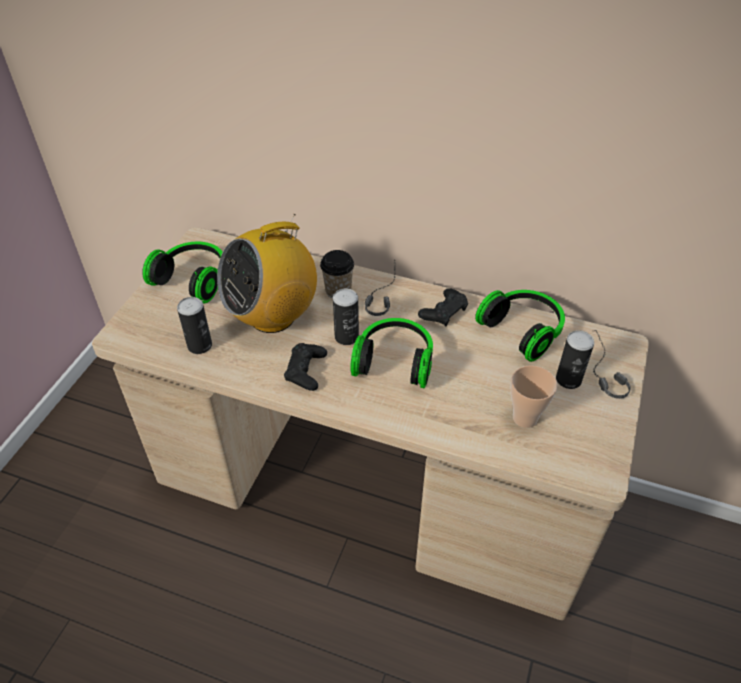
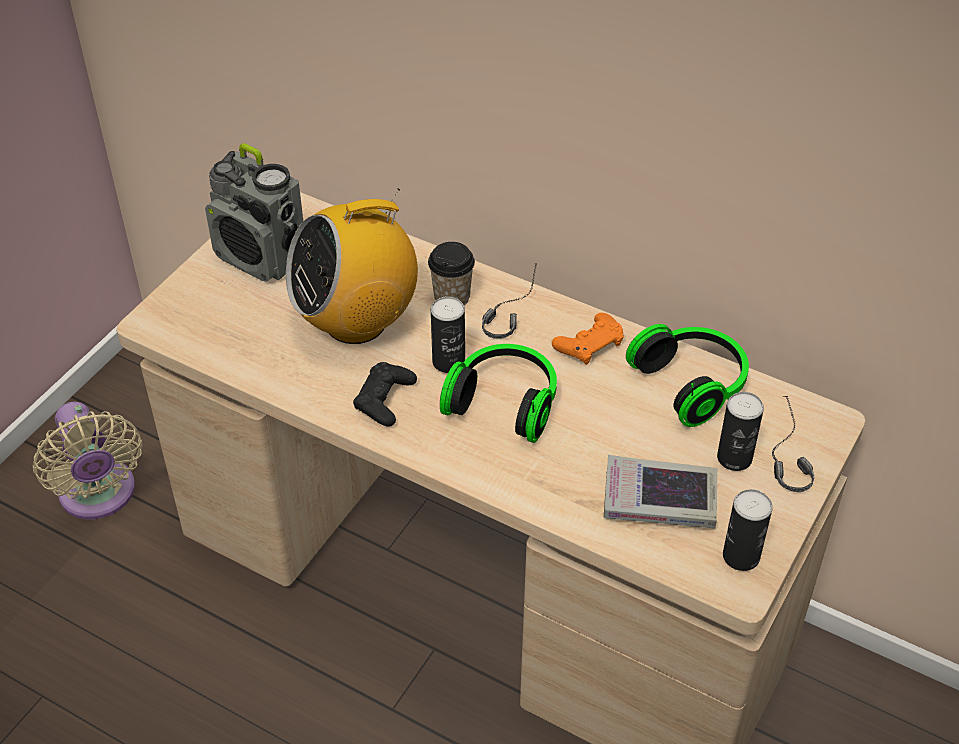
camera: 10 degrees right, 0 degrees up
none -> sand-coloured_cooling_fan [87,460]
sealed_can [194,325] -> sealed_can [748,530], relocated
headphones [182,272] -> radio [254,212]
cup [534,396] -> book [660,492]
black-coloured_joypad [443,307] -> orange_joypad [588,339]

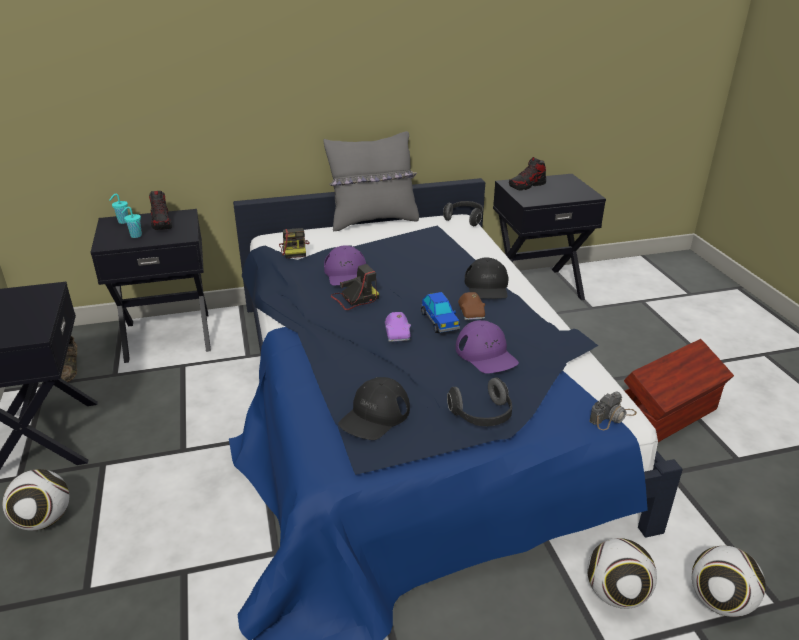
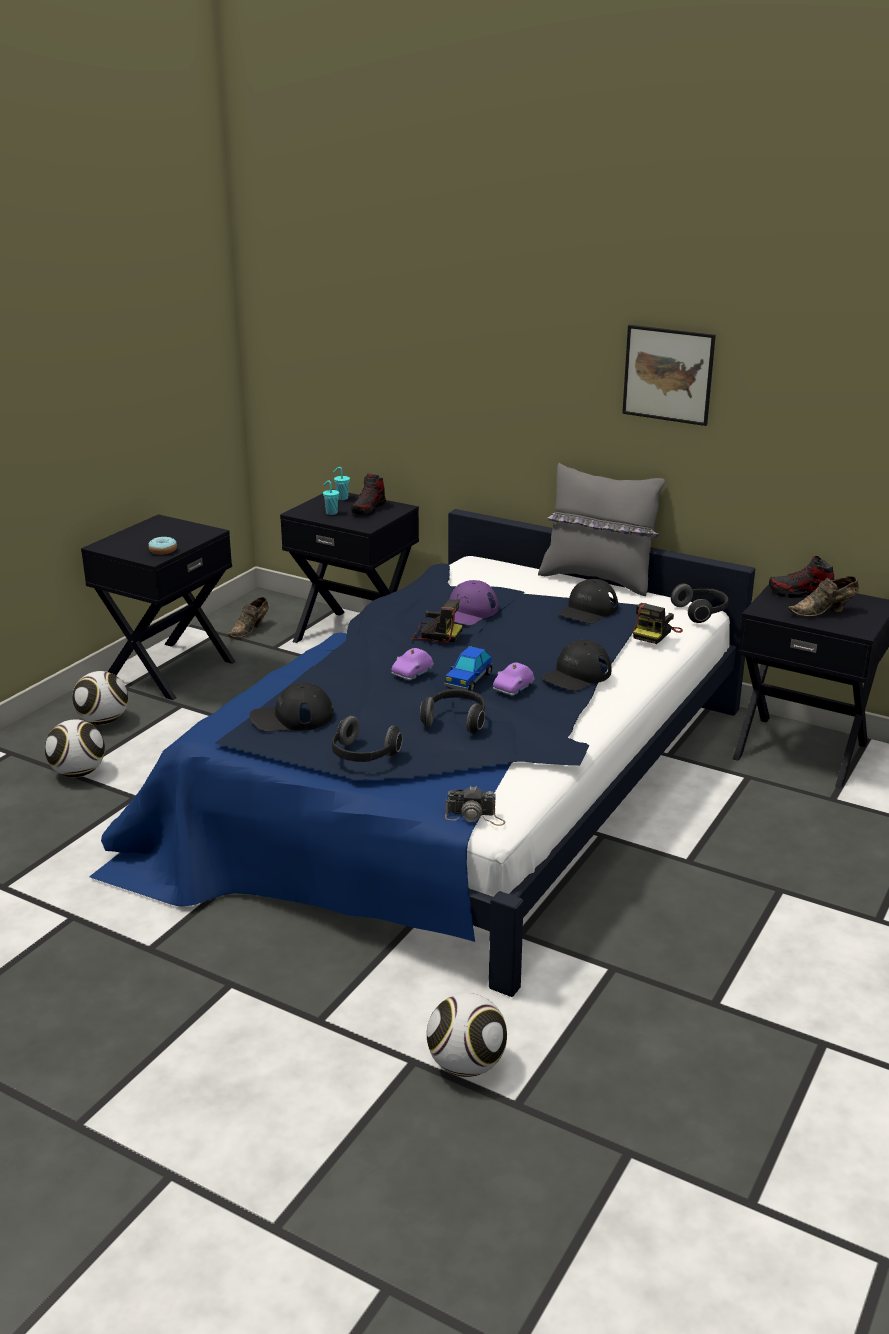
camera: 45 degrees right, 5 degrees down
brown-coloured_storage_bin [679,390] -> none
none -> donut [162,546]
none -> black-coloured_baseball_cap [588,601]
none -> picture [669,375]
none -> brown-coloured_low_shoe [823,596]
photo_camera [294,243] -> photo_camera [658,623], relocated
ball_for_football [622,573] -> ball_for_football [75,748], relocated
purplish_baseball_cap [487,347] -> headphones [452,711]
brown-coloured_toy_car [471,306] -> purplish_toy_car [514,679]

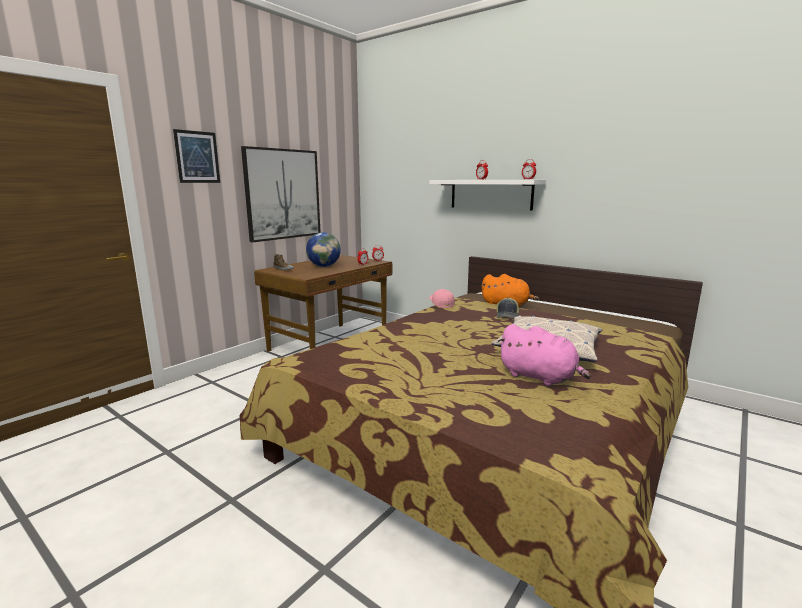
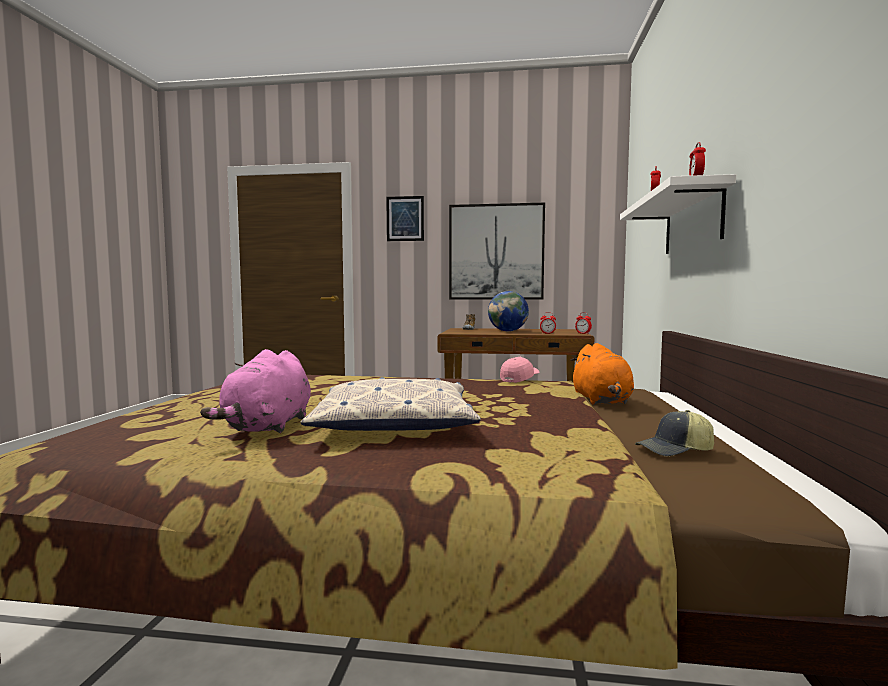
camera: 60 degrees right, 10 degrees down
baseball_cap [507,307] -> baseball_cap [674,433], relocated

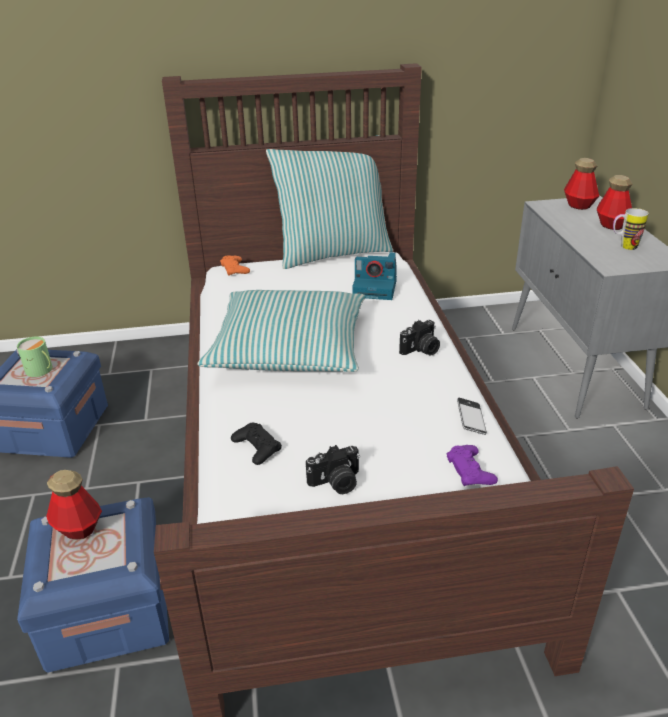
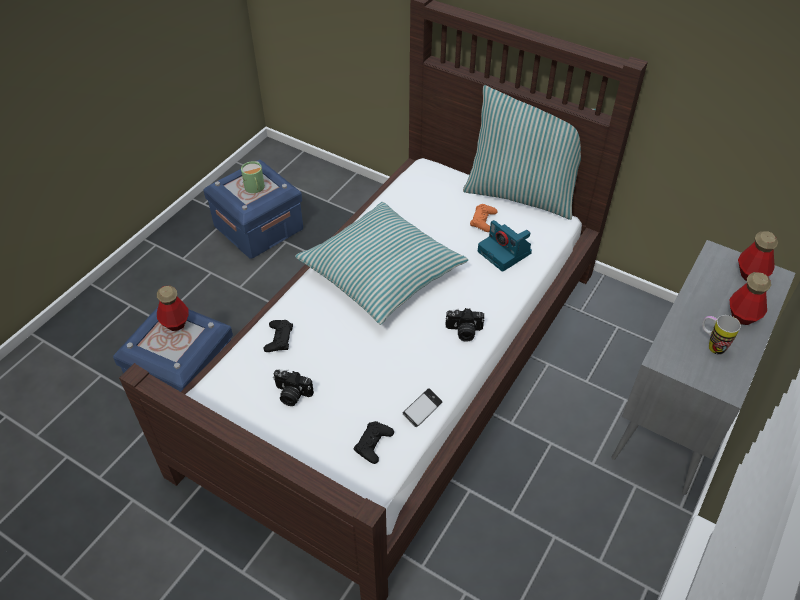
camera: 40 degrees right, 15 degrees up
orange_joypad [235,265] -> orange_joypad [484,218], relocated
purplish_joypad [472,465] -> black-coloured_joypad [374,442]

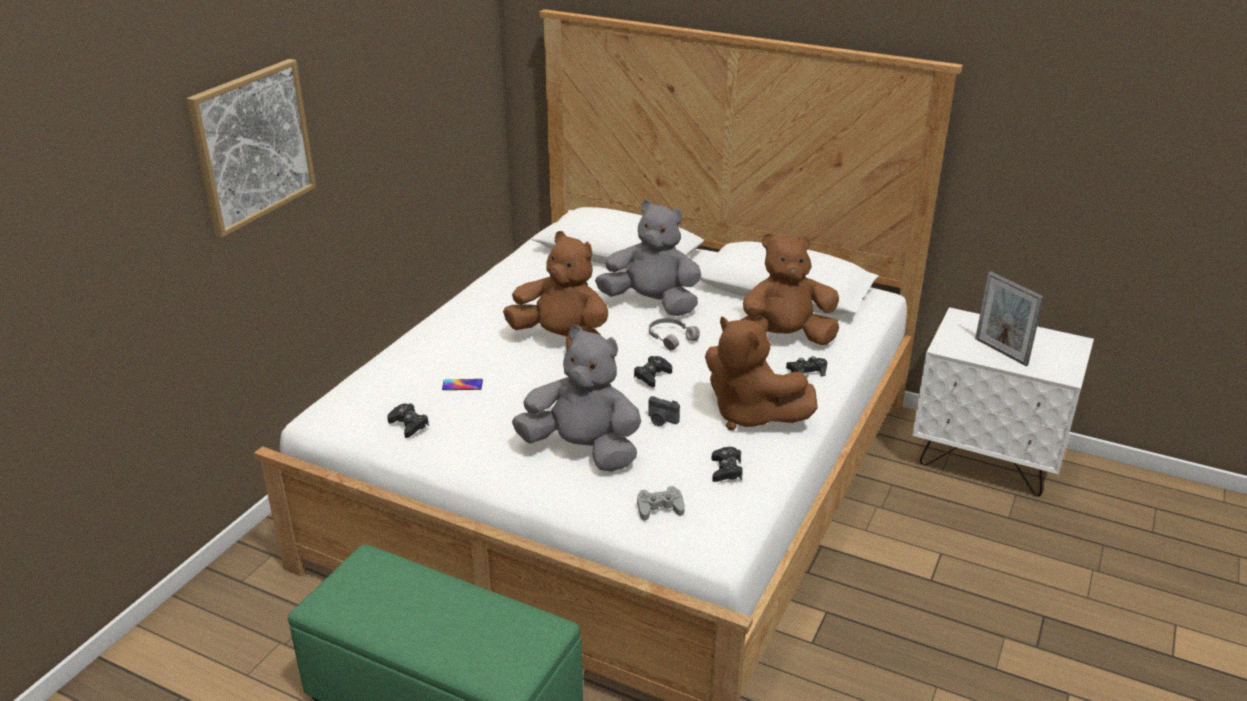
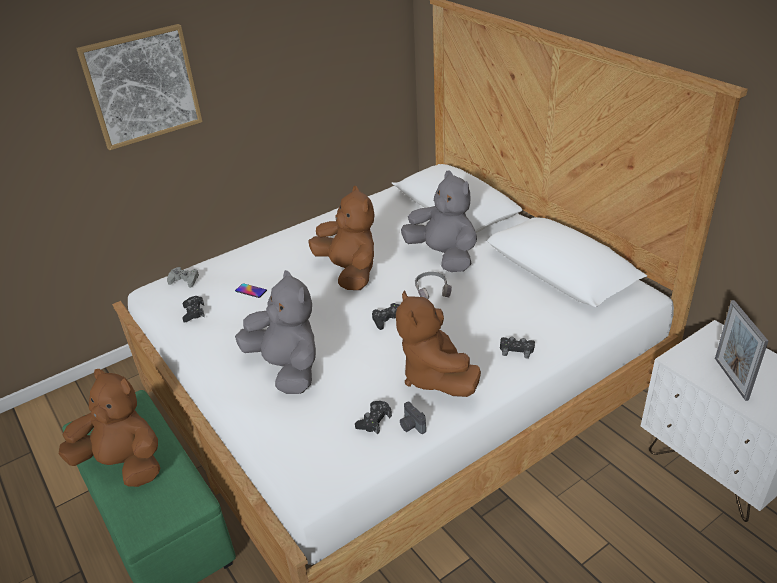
camera: 30 degrees right, 5 degrees up
grey_joypad [661,503] -> grey_joypad [183,277], relocated
photo_camera [664,411] -> photo_camera [413,418], relocated
brown-coloured_plush_toy [790,289] -> brown-coloured_plush_toy [109,428], relocated

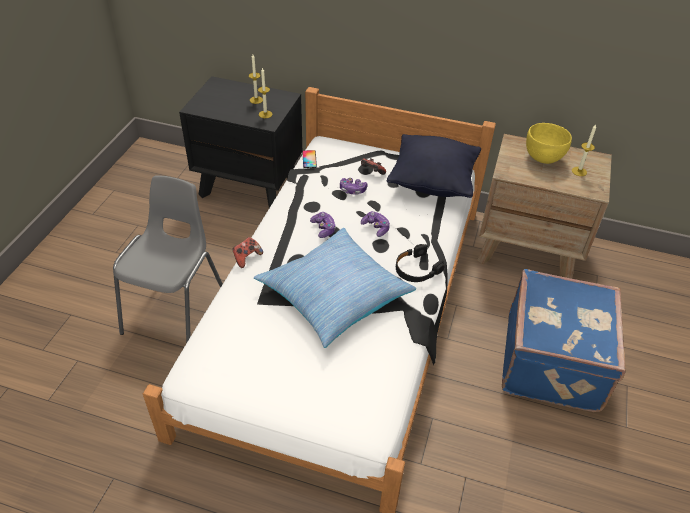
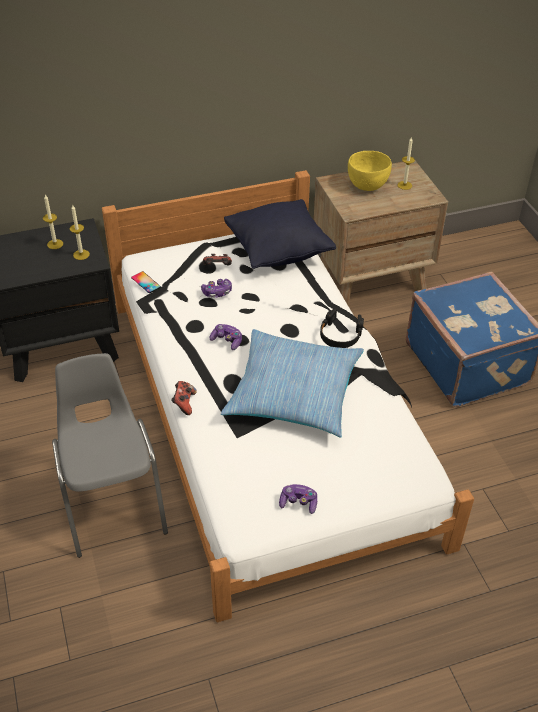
camera: 35 degrees left, 0 degrees up
joypad [375,224] -> joypad [298,499], relocated

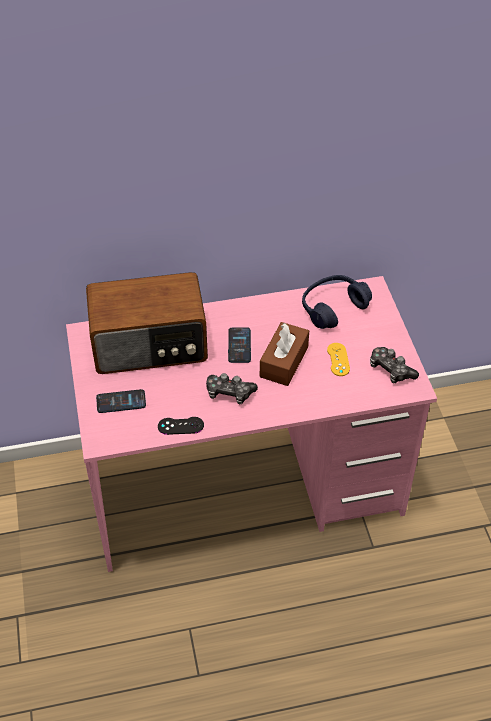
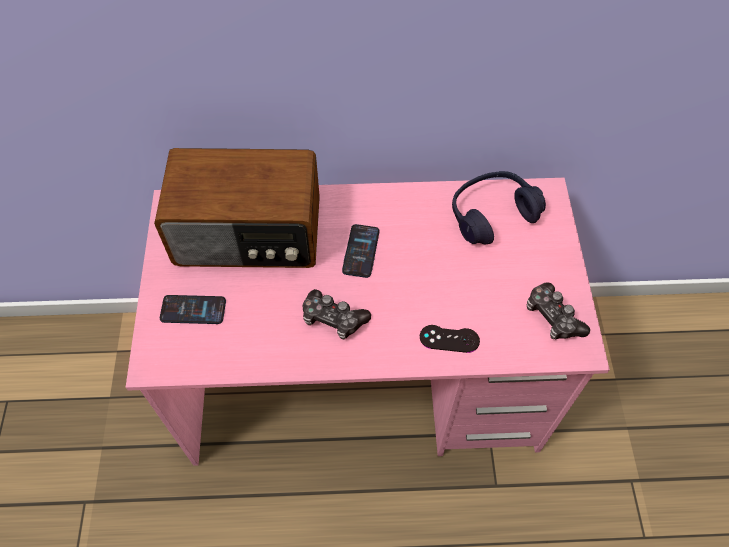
camera: 10 degrees right, 10 degrees up
brown-coloured_tissue_holder [284,354] -> none
yellowish_joypad [338,359] -> none
black-coloured_joypad [181,426] -> black-coloured_joypad [450,339], relocated

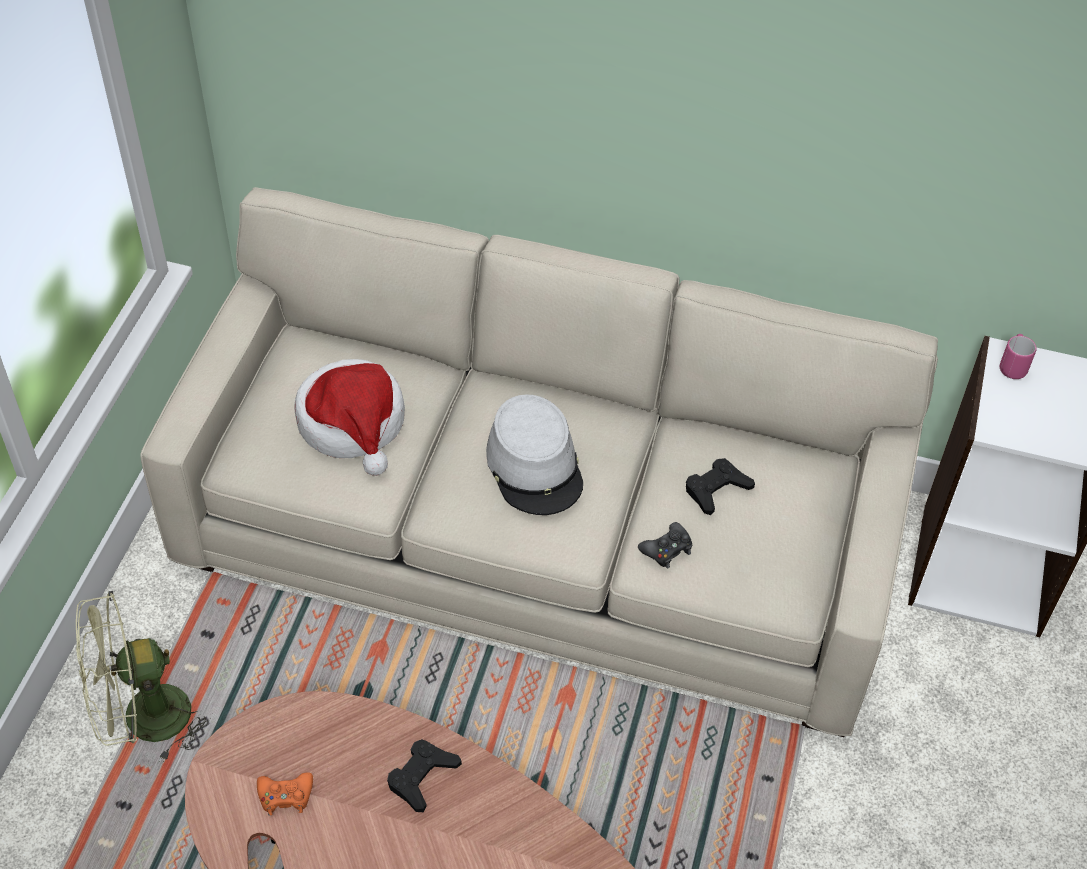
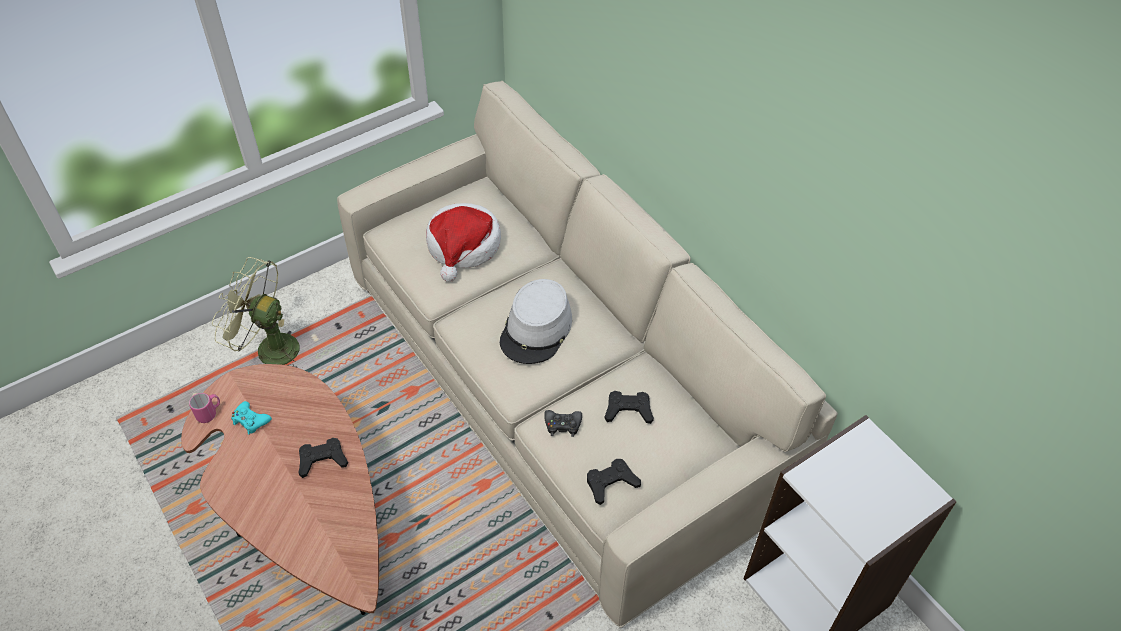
camera: 40 degrees right, 0 degrees up
none -> black-coloured_joypad [614,482]
pink_mug [1018,356] -> pink_mug [204,408], relocated
orange_joypad [285,794] -> turquoise-coloured_joypad [251,418]

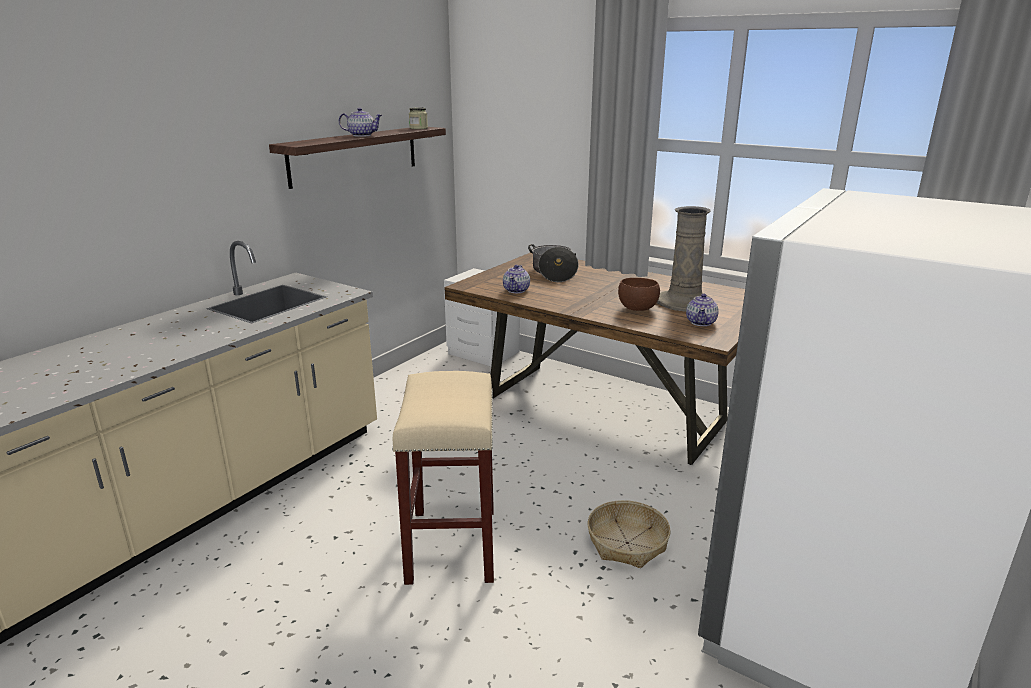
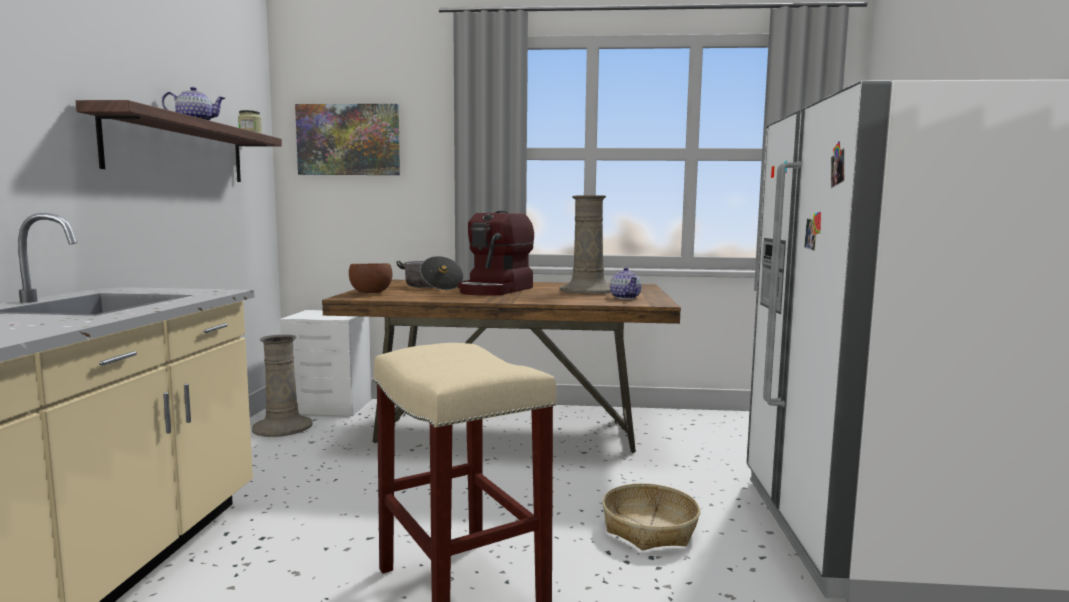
camera: 30 degrees left, 15 degrees down
pot_for_tea [516,279] -> none
none -> sand-coloured_decorative_vase [282,385]
none -> picture [347,139]
none -> coffee_maker [496,253]
brown-coloured_serving_bowl [639,294] -> brown-coloured_serving_bowl [371,278], relocated

